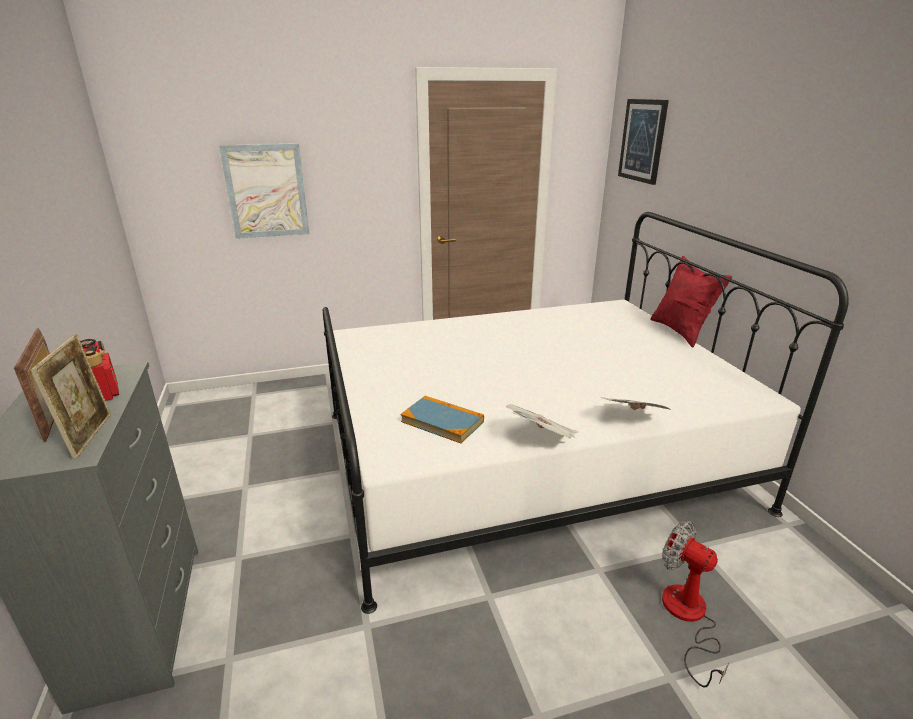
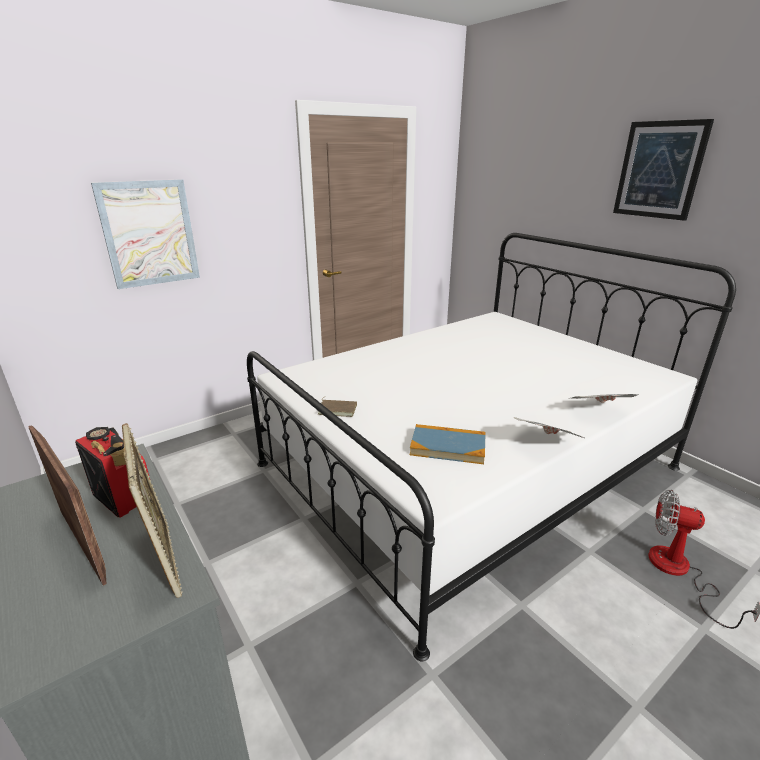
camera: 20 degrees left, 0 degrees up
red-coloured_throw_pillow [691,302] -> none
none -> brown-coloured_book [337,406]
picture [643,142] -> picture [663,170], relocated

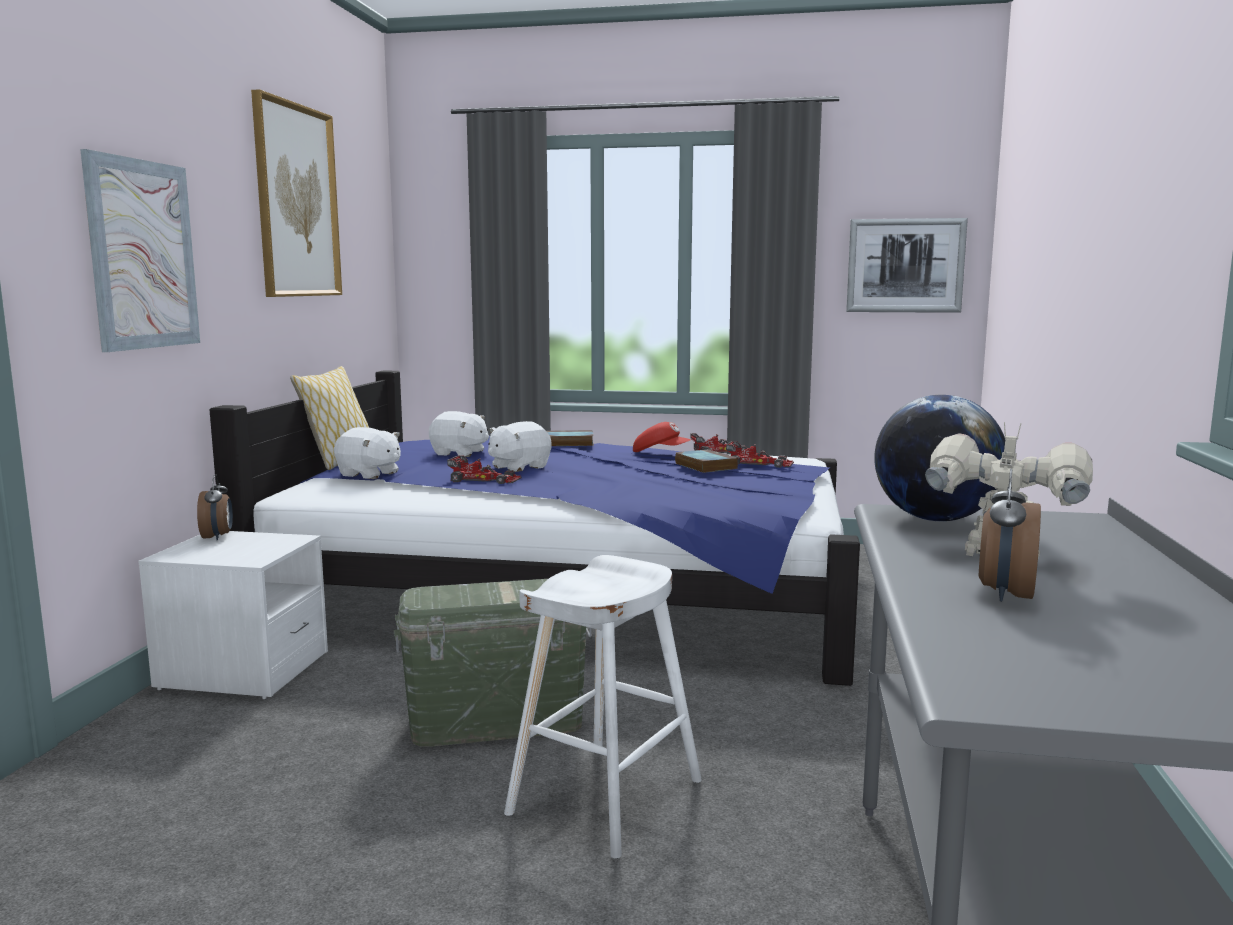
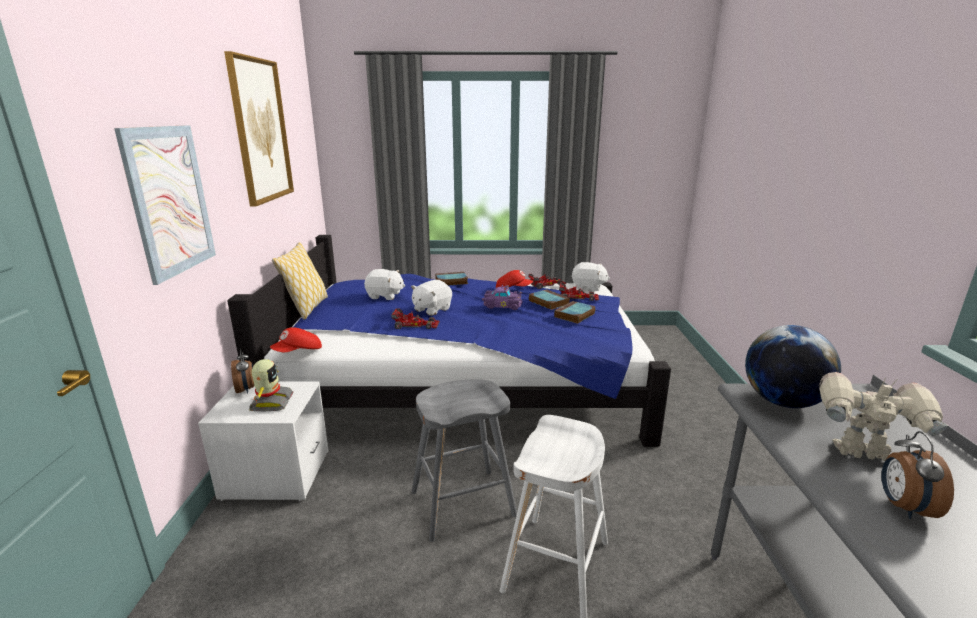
camera: 10 degrees left, 10 degrees up
picture [907,265] -> none
none -> model_robot [271,385]
none -> red-coloured_baseball_cap [296,339]
none -> purplish_toy_car [502,297]
none -> book [575,312]
white_plush_toy [367,453] -> white_plush_toy [590,276], relocated
green_storage_bin [493,663] -> grey_stool [464,460]

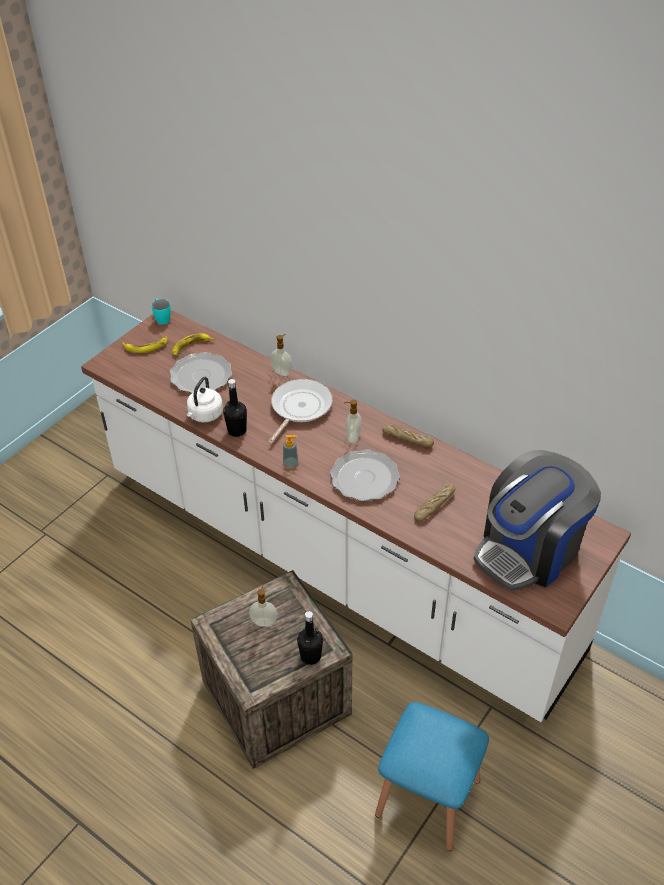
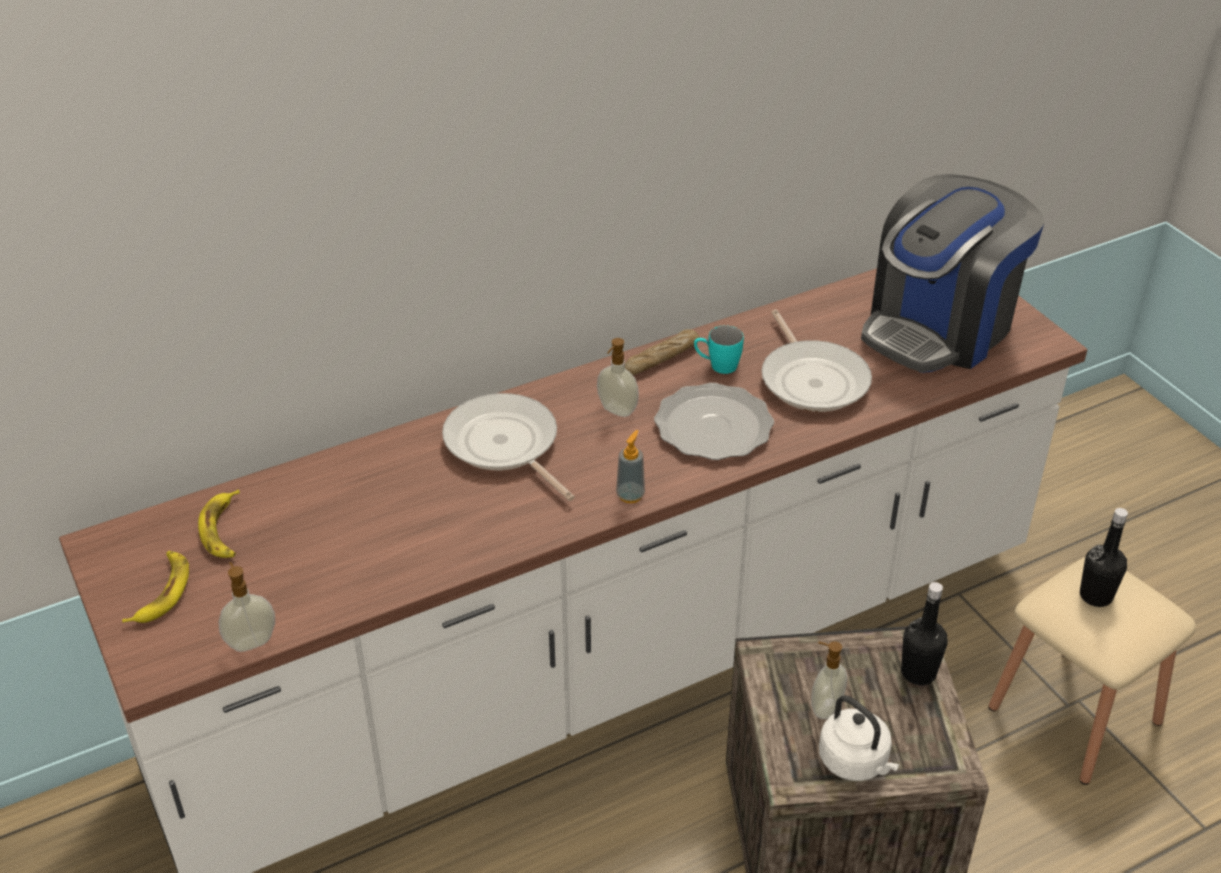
camera: 65 degrees left, 5 degrees down
dinner_plate [201,372] -> none
turquoise-coloured_mug [161,311] -> turquoise-coloured_mug [719,349], relocated
white_tea_kettle [205,399] -> white_tea_kettle [859,738], relocated
black-coloured_drink_bottle [235,408] -> black-coloured_drink_bottle [1104,557], relocated
liquid_soap_bottle [281,355] -> liquid_soap_bottle [246,607], relocated
bakery_bread [434,503] -> pan [817,361]
bluish_stool [432,776] -> sand-coloured_stool [1092,671]
coffee_maker [537,520] -> coffee_maker [952,273], 60 degrees clockwise

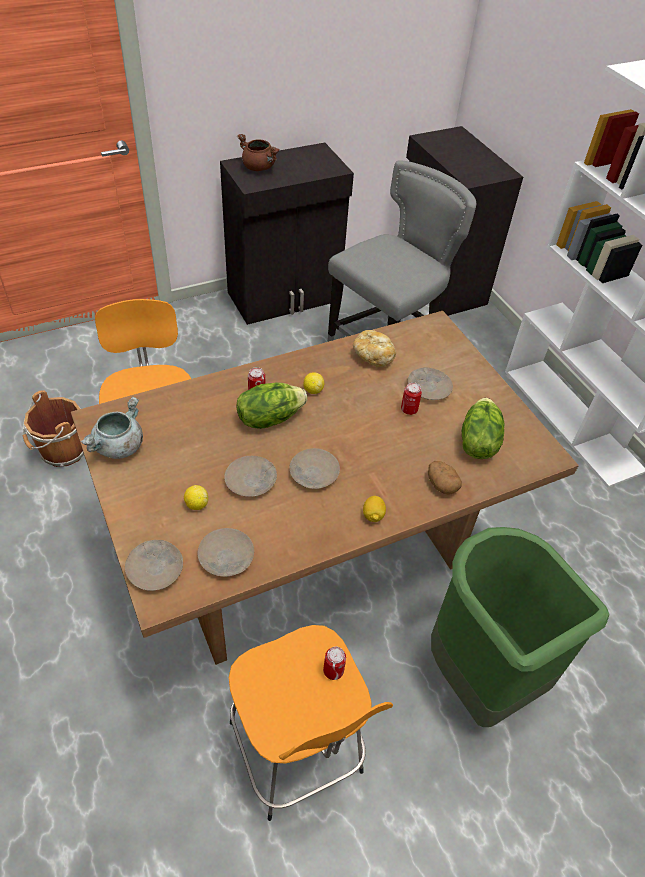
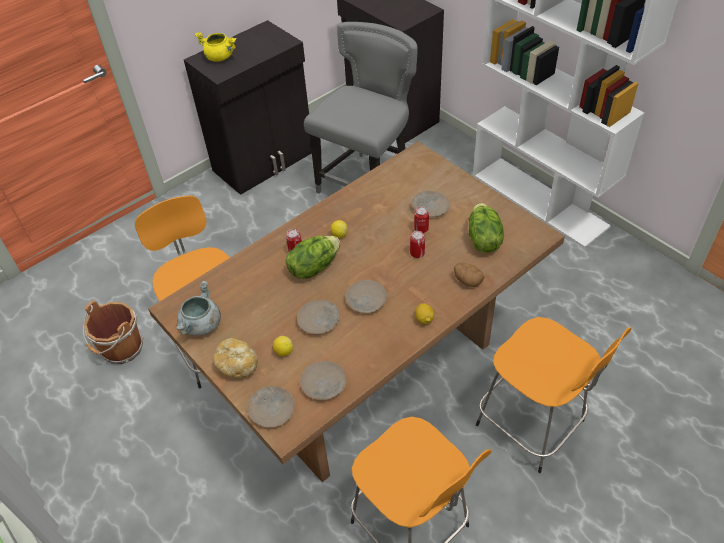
camera: 10 degrees left, 0 degrees up
sealed_can [334,663] -> sealed_can [417,244], relocated
bakery_bread [374,348] -> bakery_bread [235,358], relocated
green_rubbish_bin [520,627] -> orange_stool [554,395]
brown-coloured_stockpot [258,152] -> yellowish_stockpot [215,47]

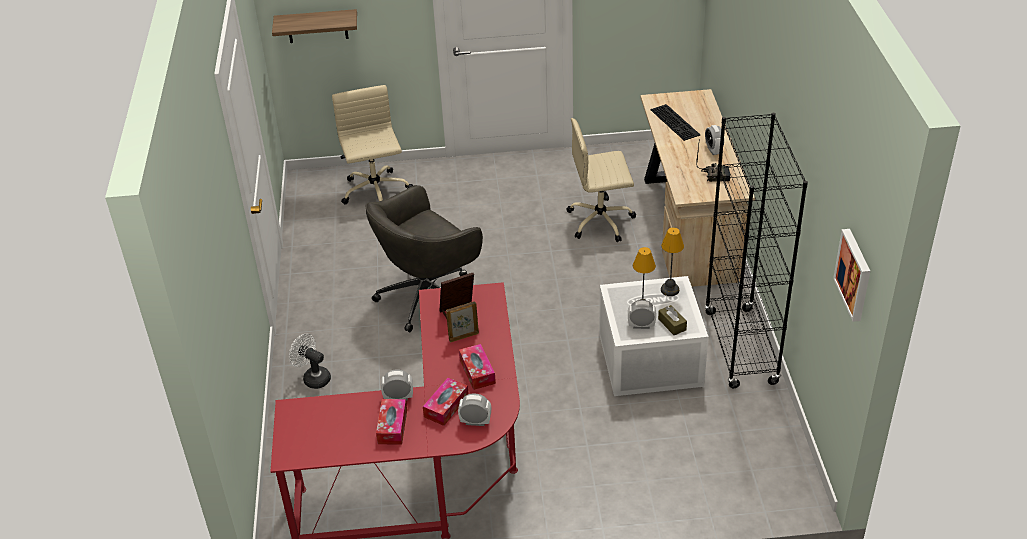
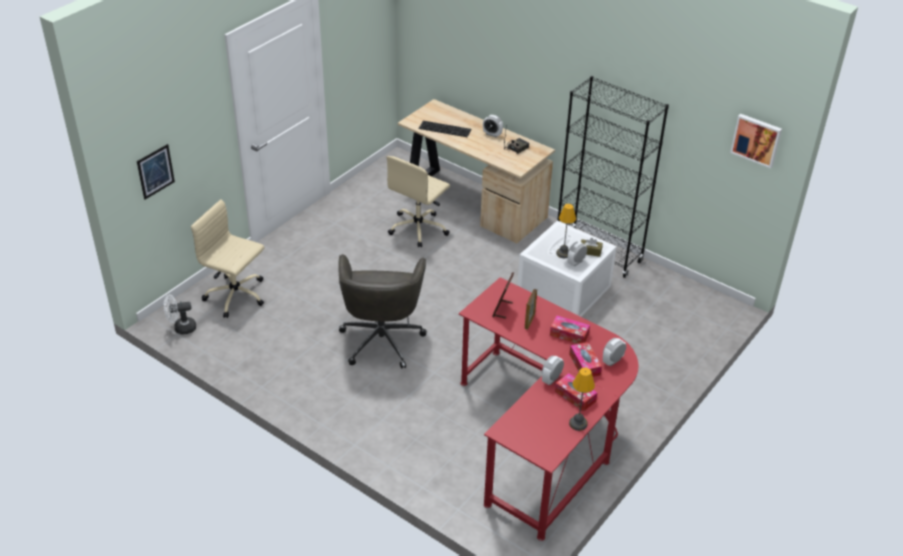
camera: 50 degrees left, 0 degrees up
white_cooling_fan [310,361] -> white_cooling_fan [180,315], relocated
table_lamp [672,261] -> table_lamp [582,399], relocated
bracket_shelf [314,26] -> picture [156,171]

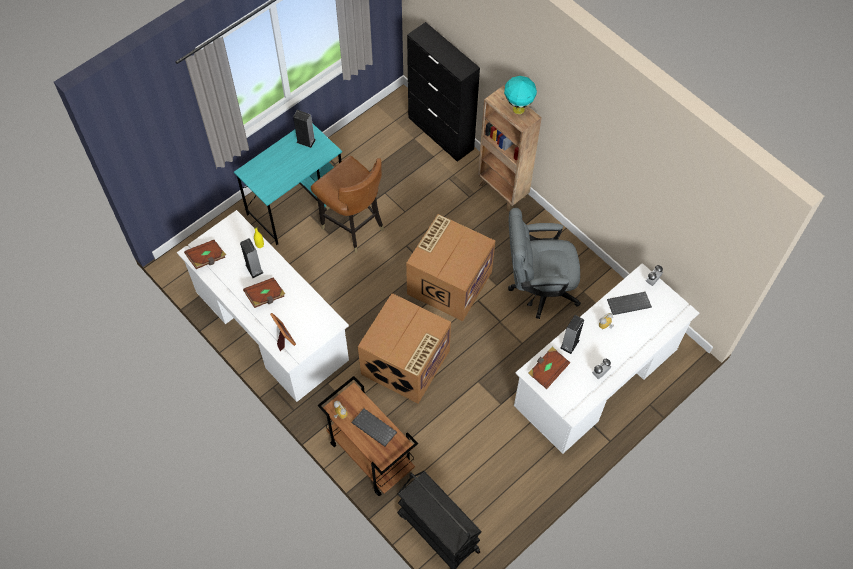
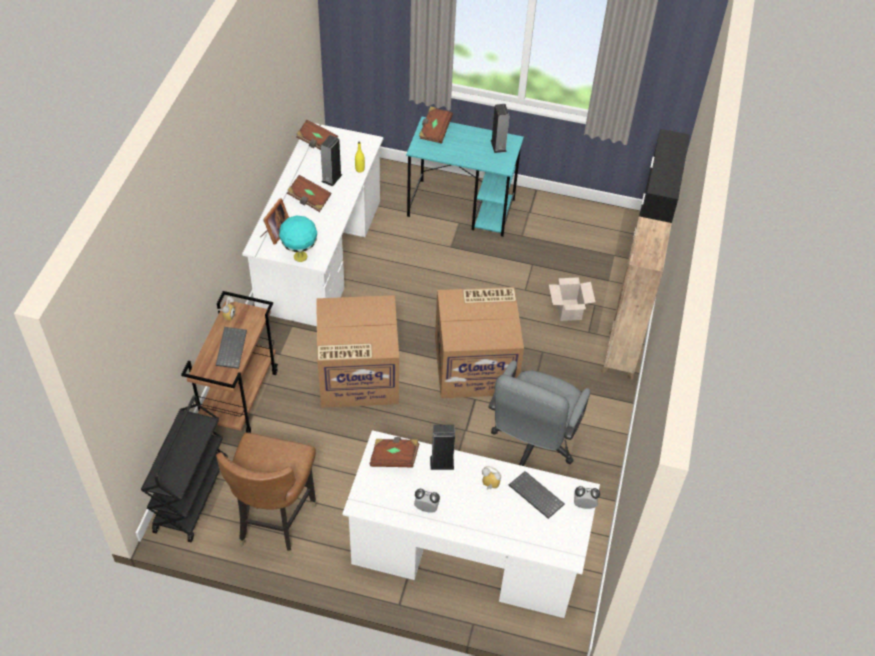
camera: 55 degrees right, 10 degrees down
none -> brown-coloured_book [436,125]
none -> packing_box [572,299]
brown-coloured_upright_chair [347,204] -> brown-coloured_upright_chair [266,495], relocated
turquoise-coloured_table_lamp [520,95] -> turquoise-coloured_table_lamp [298,238], relocated
grey_computer_chair [544,263] -> grey_computer_chair [539,413], 120 degrees counterclockwise

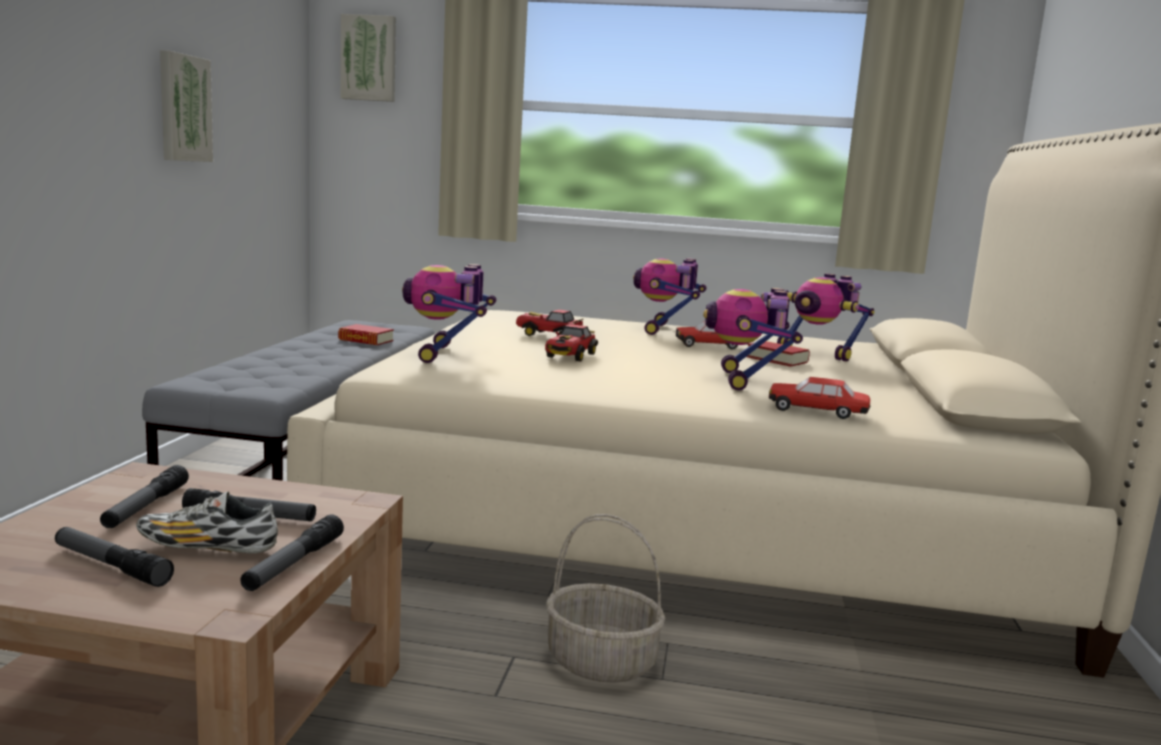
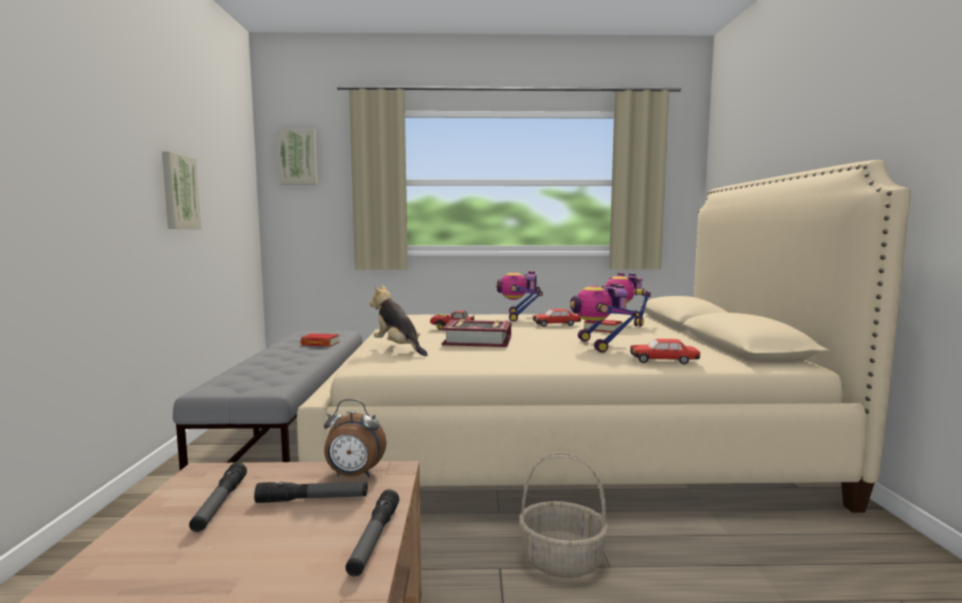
camera: 10 degrees left, 5 degrees down
torch [114,557] -> none
low_shoe [207,523] -> none
none -> bedside_clock [355,438]
model_robot [449,313] -> plush_toy [398,320]
toy_car [571,343] -> book [476,333]

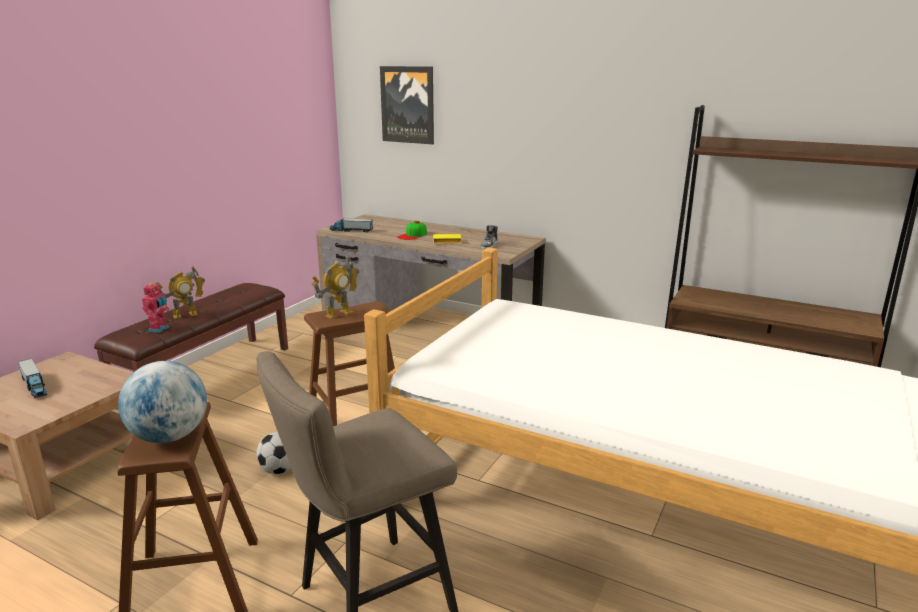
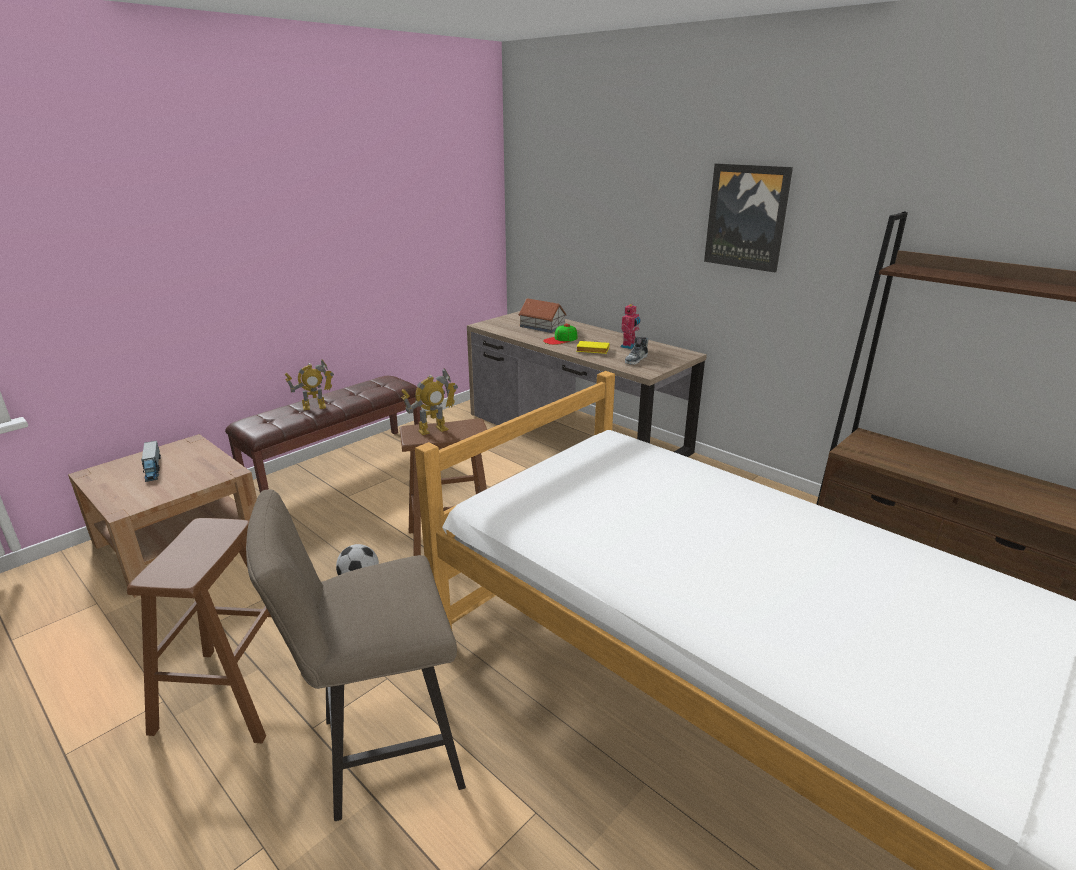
camera: 15 degrees right, 5 degrees up
globe [162,402] -> none
toy_lorry [351,225] -> none
none -> toy_house [542,315]
model_robot [155,307] -> model_robot [631,326], relocated
picture [407,105] -> picture [748,217], relocated

